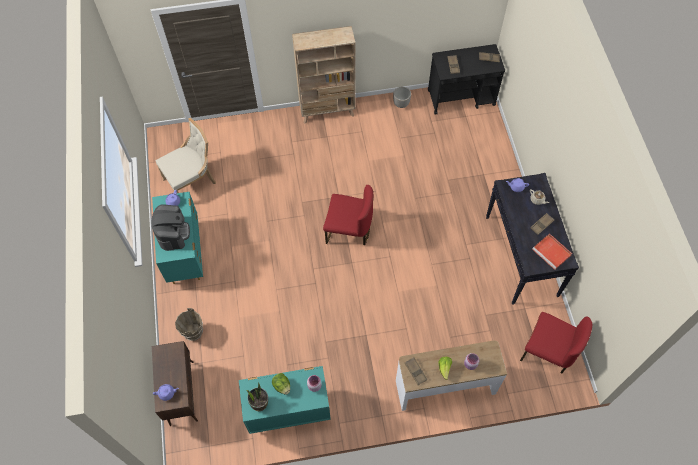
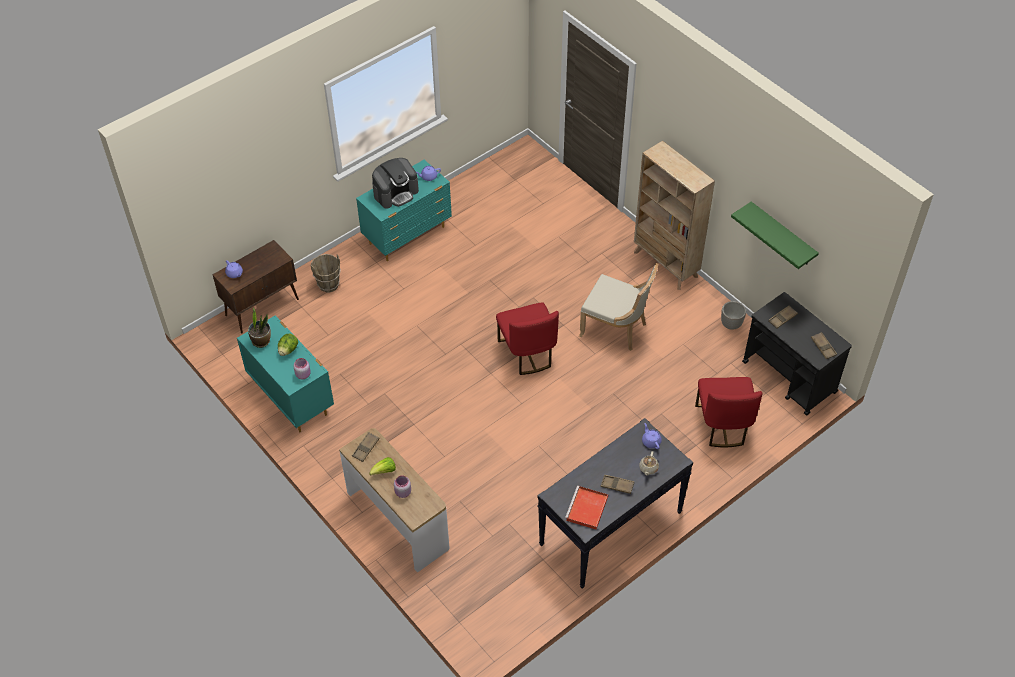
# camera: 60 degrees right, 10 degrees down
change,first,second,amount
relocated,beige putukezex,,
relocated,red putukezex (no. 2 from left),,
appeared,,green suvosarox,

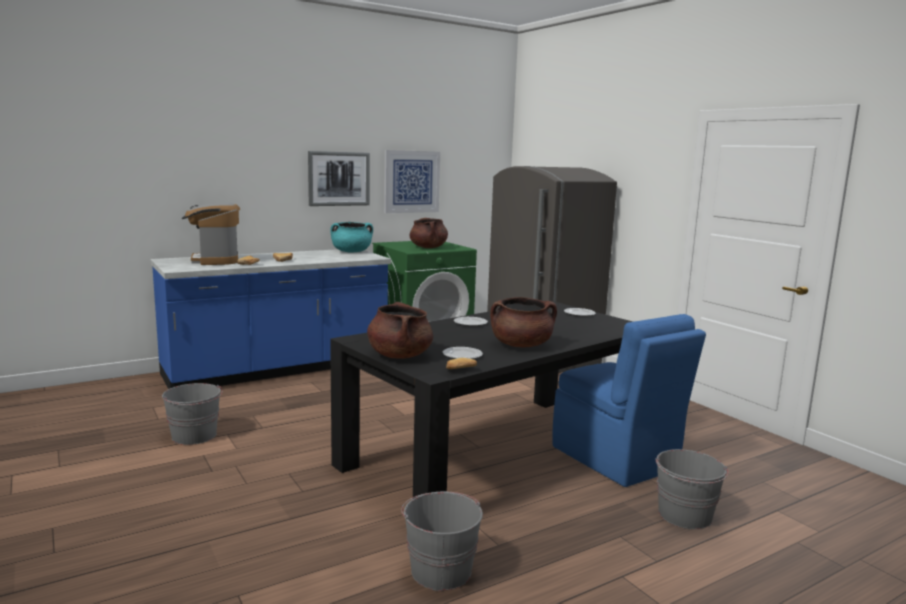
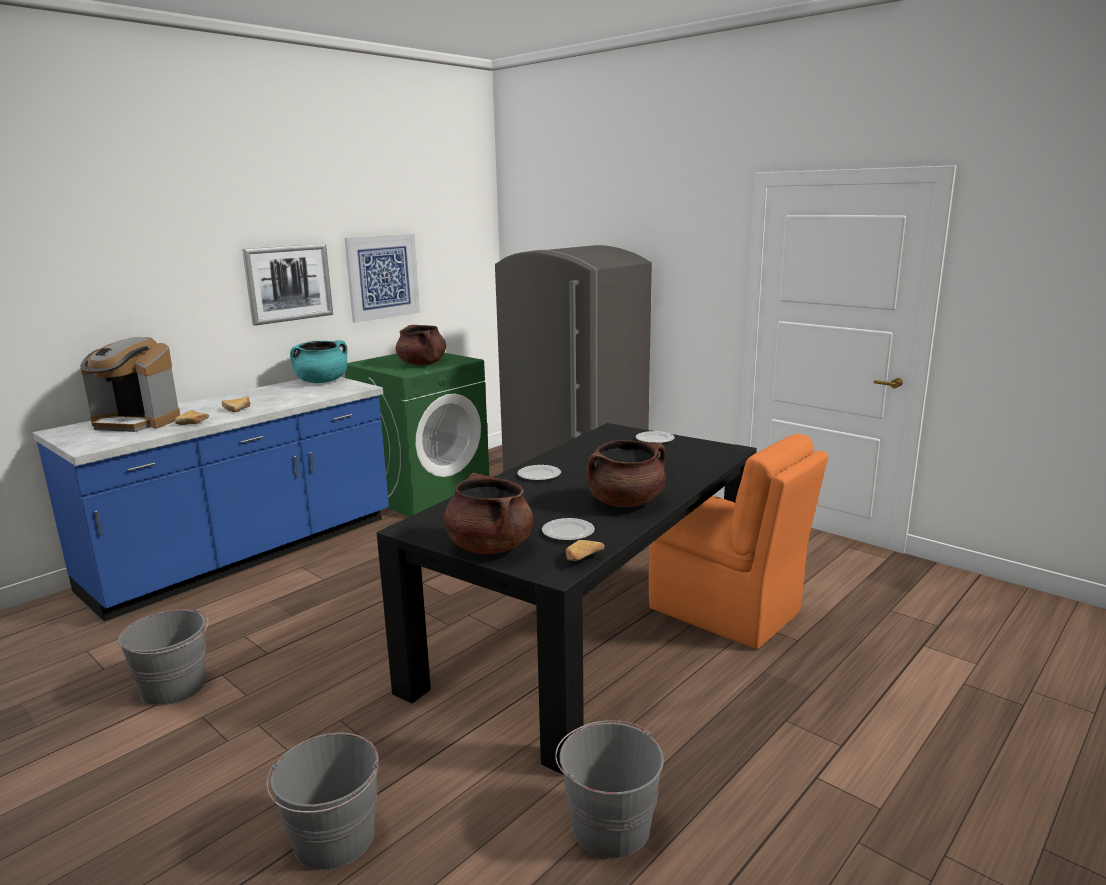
# camera: 15 degrees left, 5 degrees up
change,first,second,amount
spun,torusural,,45 degrees counterclockwise
relocated,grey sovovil (no. 3 from left in the first image),grey sovovil (no. 2 from left),
colour,blue putukezex,orange putukezex,

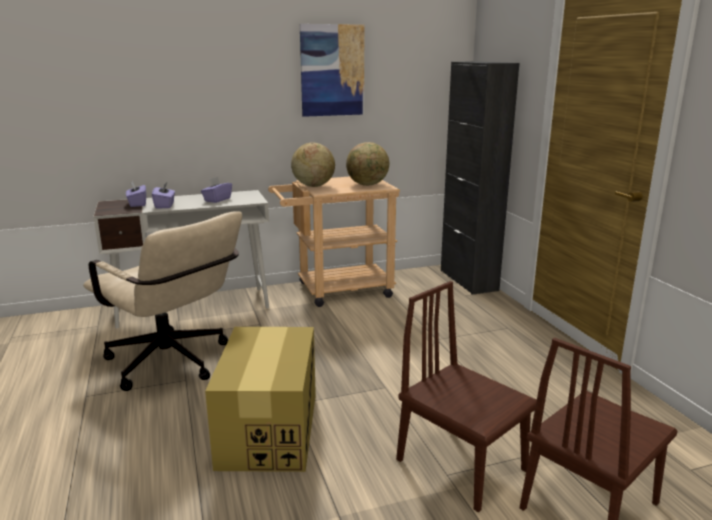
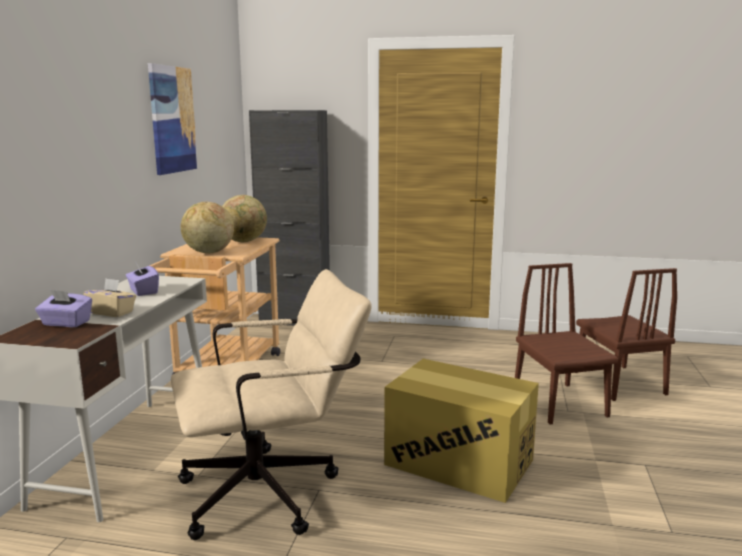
# camera: 60 degrees left, 5 degrees down
change,first,second,amount
colour,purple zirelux (no. 2 from left),beige zirelux,
spun,brown putukezex (no. 1 from left),,90 degrees clockwise

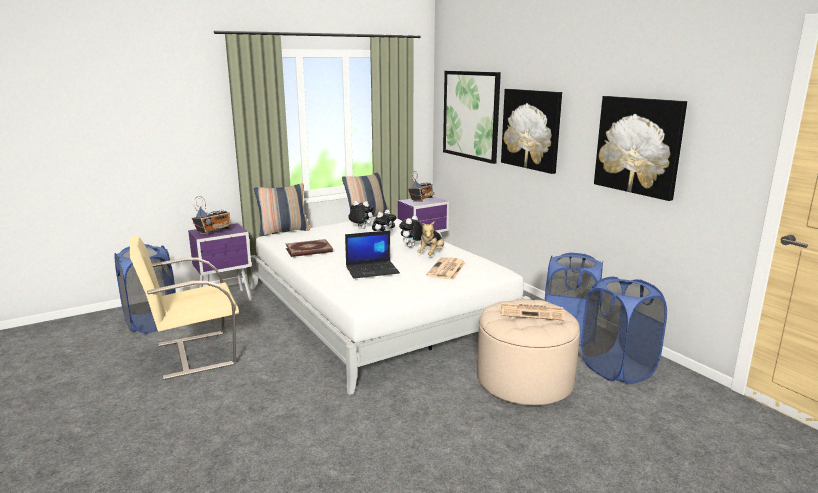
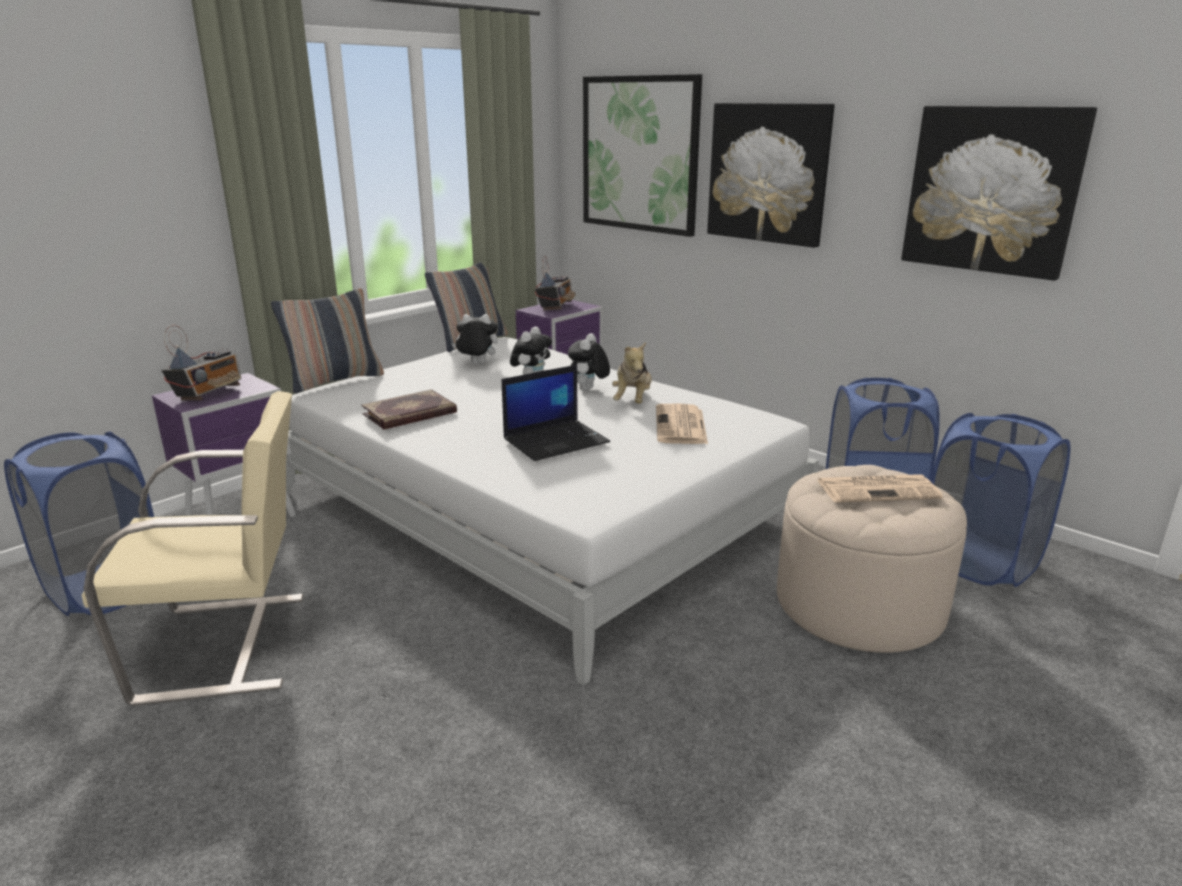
# camera: 15 degrees left, 5 degrees up
change,first,second,amount
spun,beige putukezex,,150 degrees counterclockwise

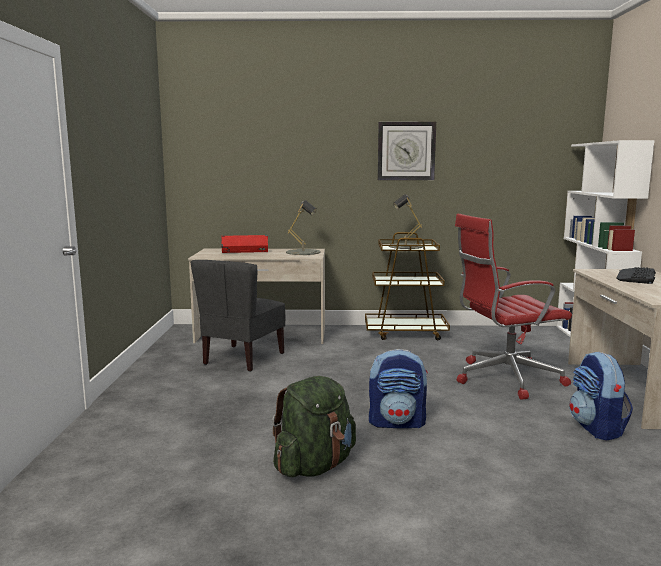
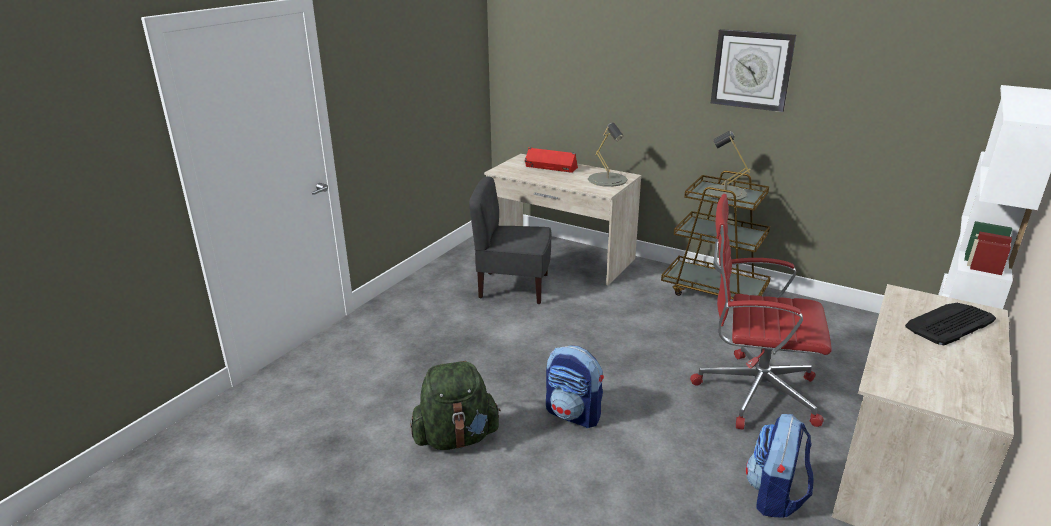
# camera: 30 degrees right, 15 degrees up
change,first,second,amount
spun,grey putukezex,,45 degrees clockwise

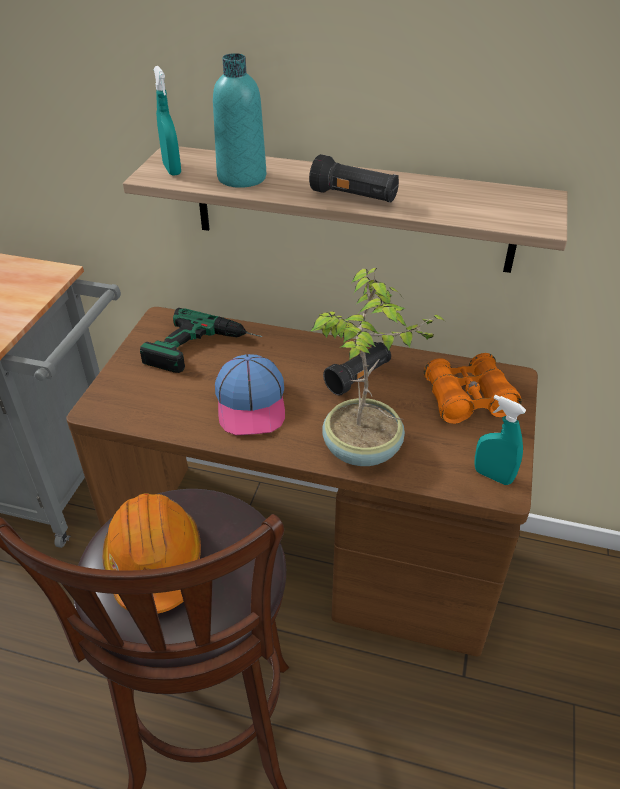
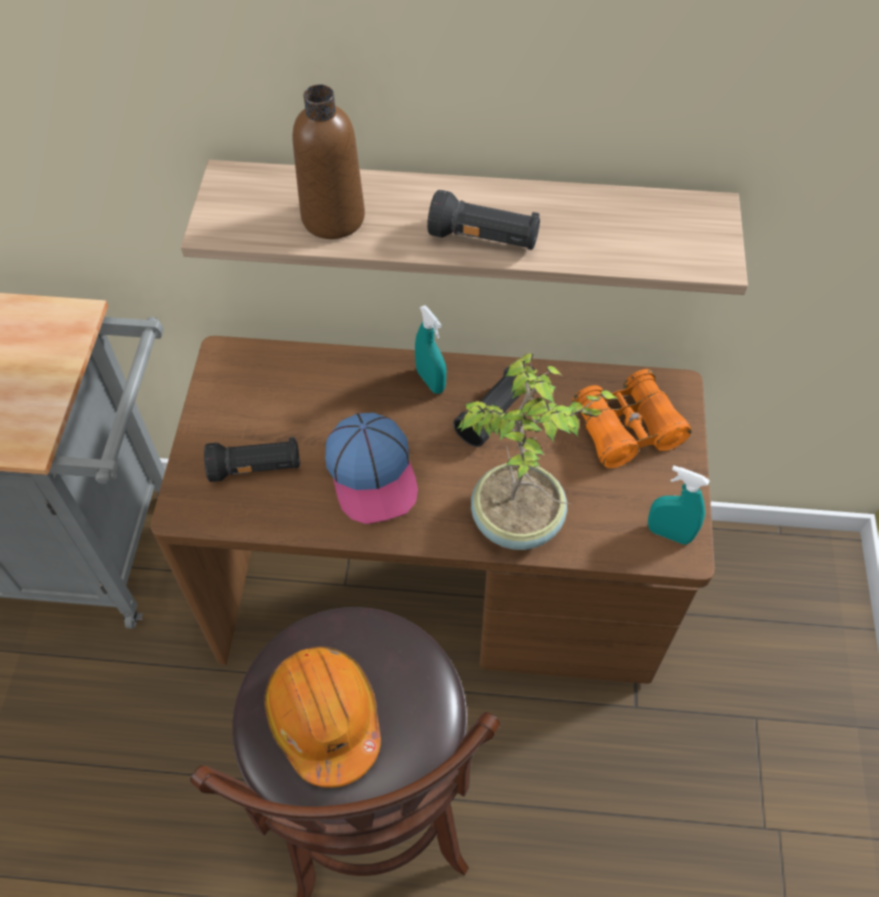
# camera: 10 degrees left, 15 degrees up
change,first,second,amount
appeared,,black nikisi (no. 1 from left),
colour,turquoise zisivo,brown zisivo,
relocated,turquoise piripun (no. 1 from left),,
missing,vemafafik,,

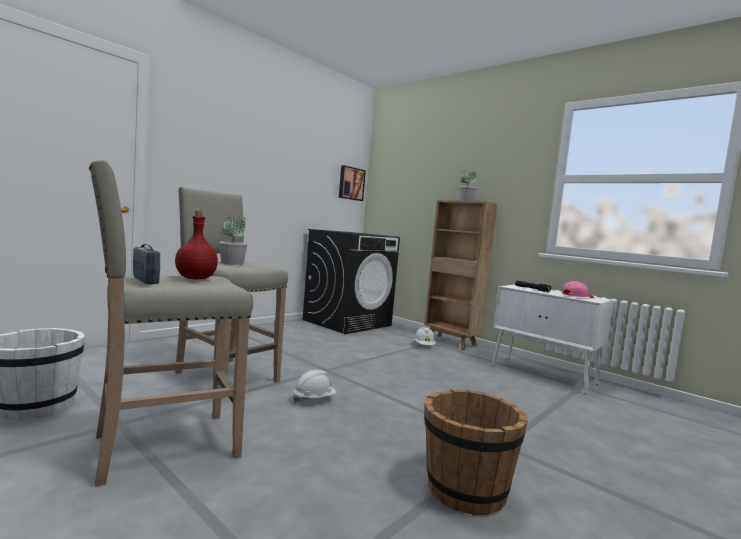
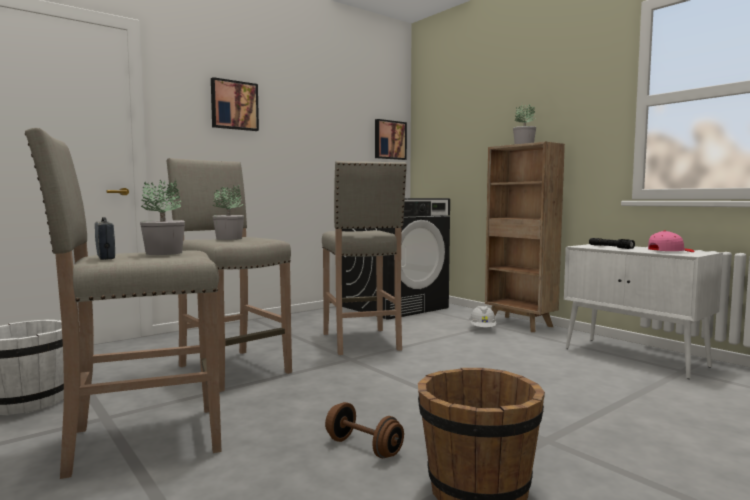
# camera: 10 degrees right, 0 degrees up
change,first,second,amount
exchanged,red zisivo,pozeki (no. 1 from left),
appeared,,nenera (no. 1 from left),
appeared,,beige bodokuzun (no. 3 from left),
appeared,,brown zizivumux,
missing,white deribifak (no. 1 from left),,

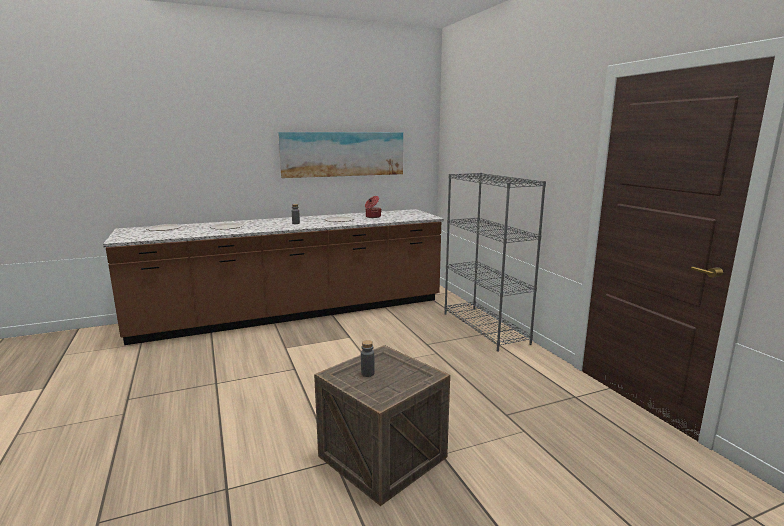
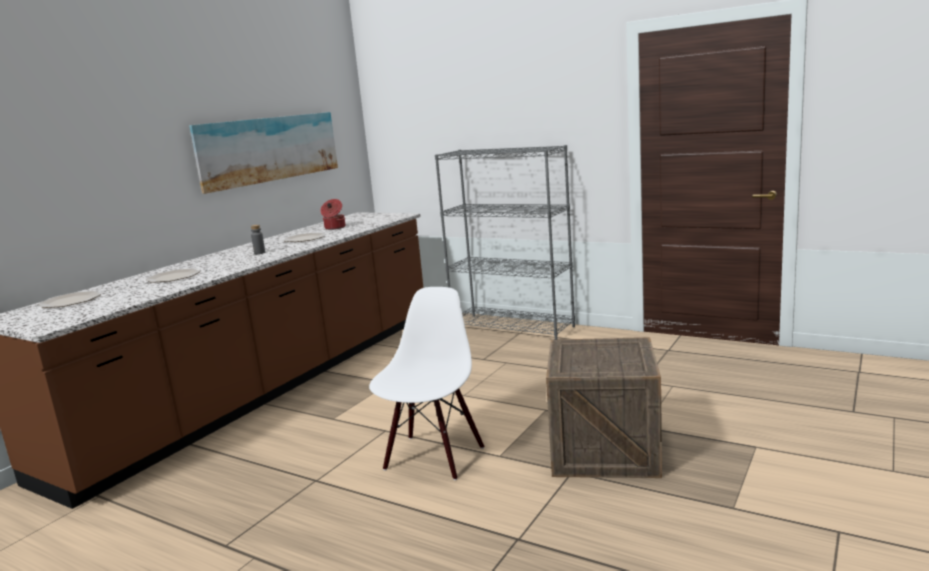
# camera: 35 degrees left, 0 degrees up
change,first,second,amount
appeared,,white putukezex,
missing,grey zisivo (no. 2 from left),,

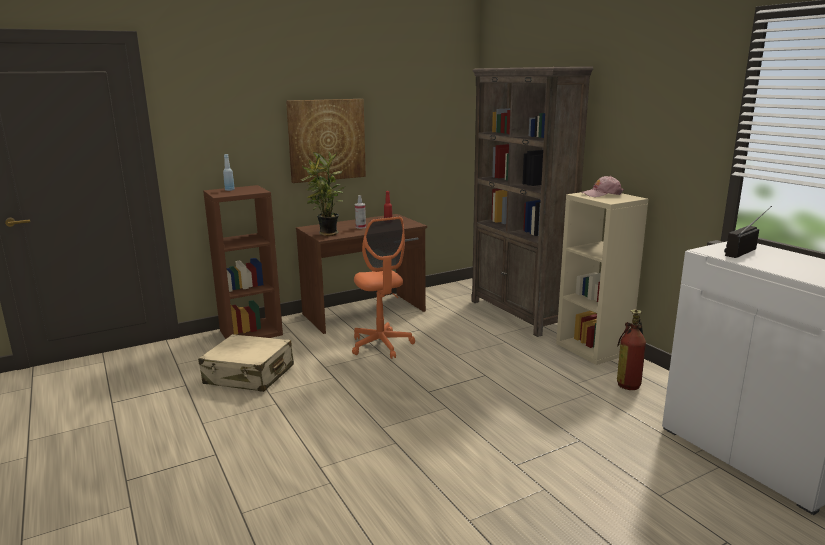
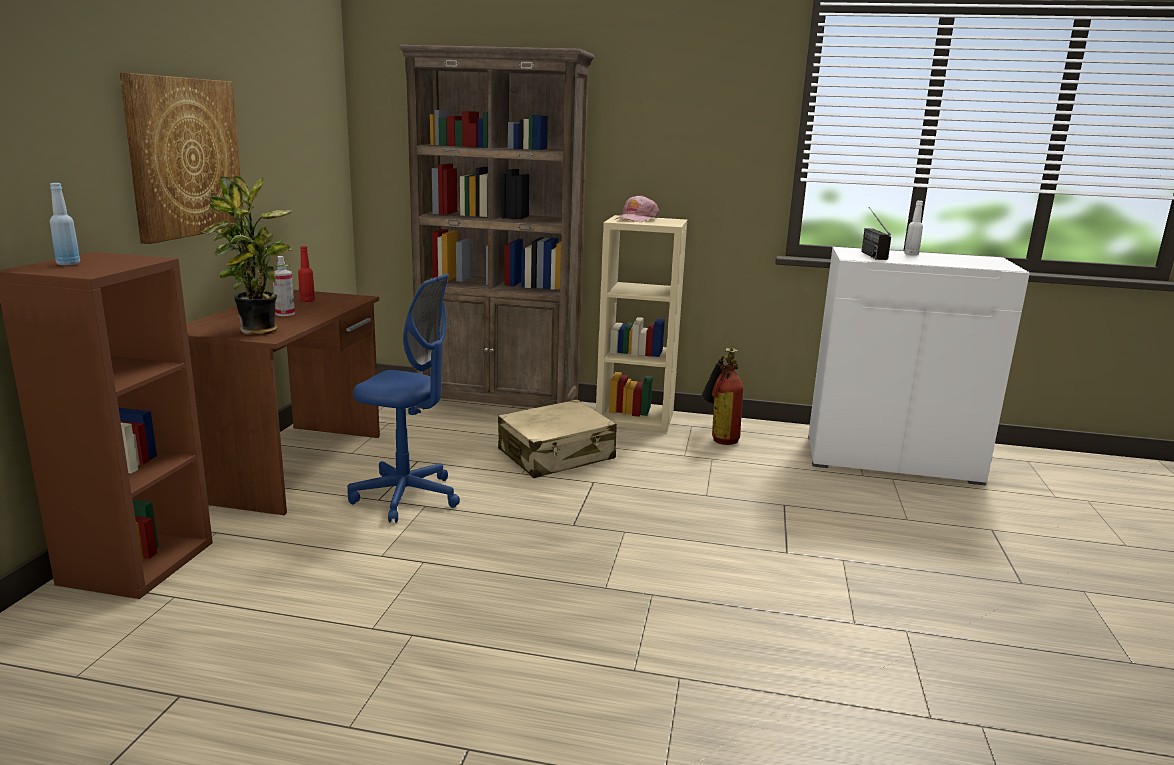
# camera: 50 degrees left, 0 degrees up
change,first,second,amount
colour,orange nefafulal,blue nefafulal,
relocated,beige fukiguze,,
appeared,,white zisivo,

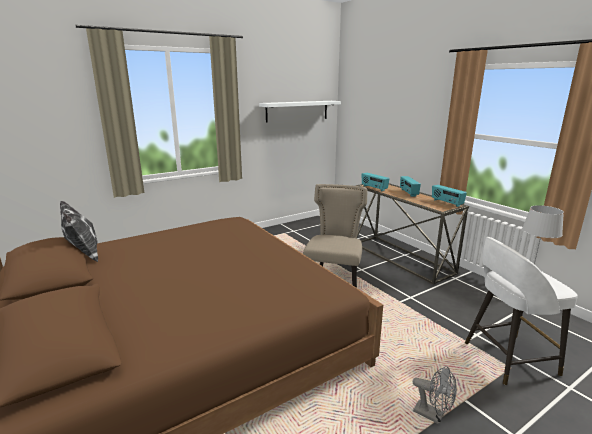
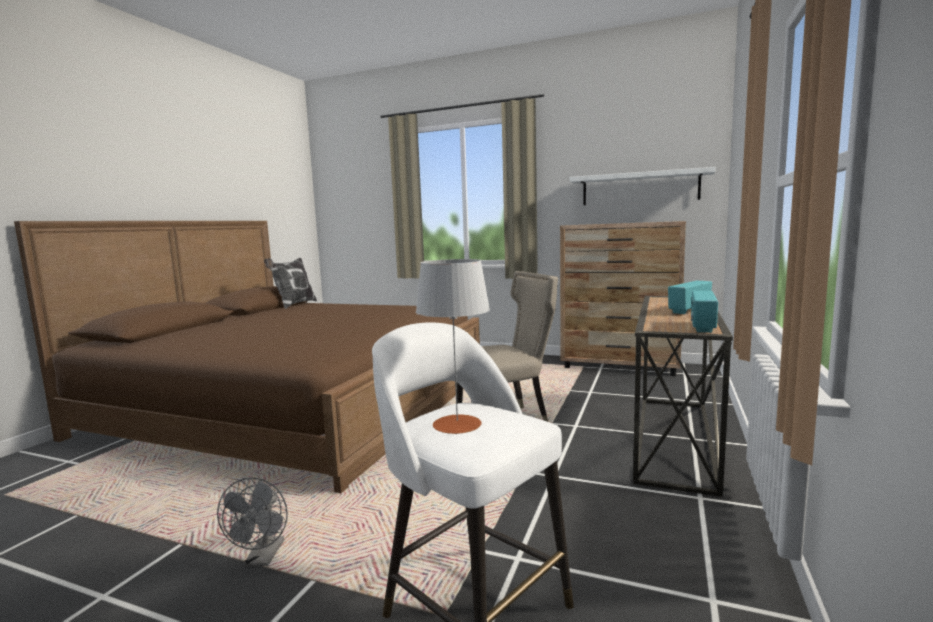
# camera: 55 degrees right, 10 degrees down
change,first,second,amount
appeared,,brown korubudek,
missing,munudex (no. 1 from left),,

